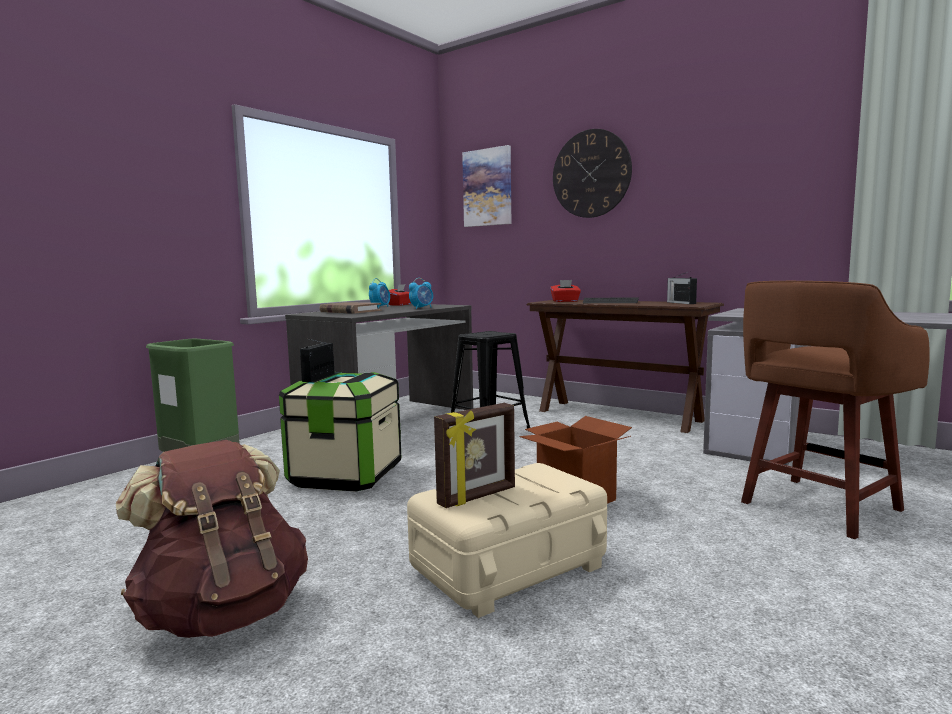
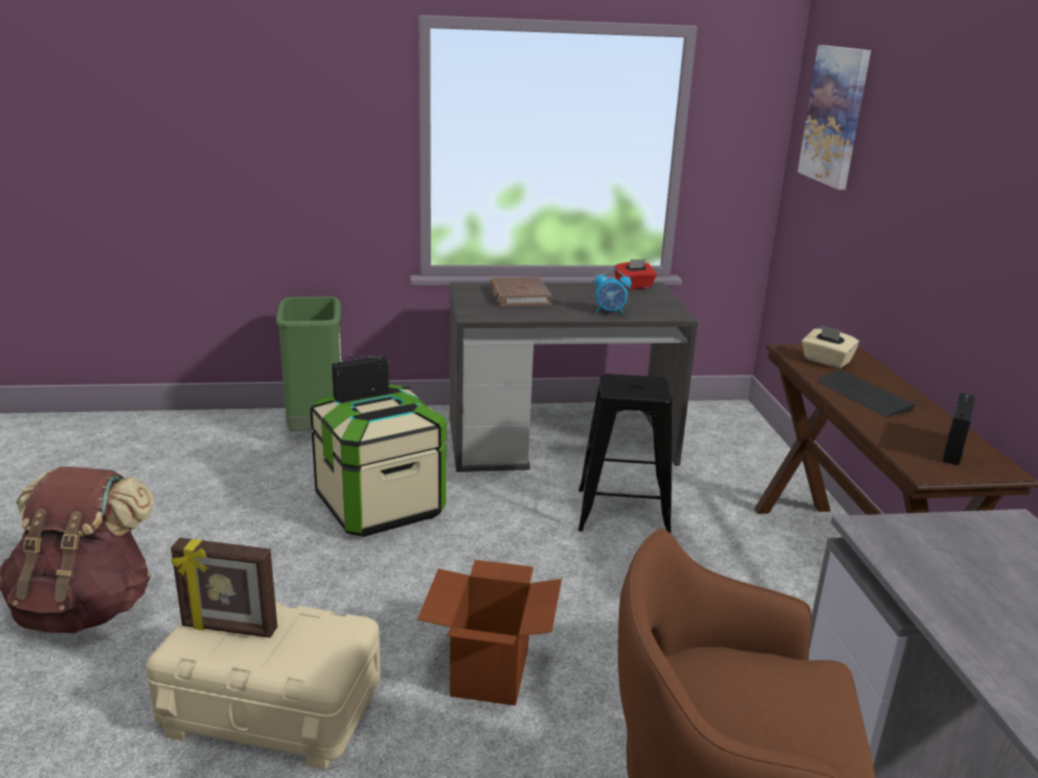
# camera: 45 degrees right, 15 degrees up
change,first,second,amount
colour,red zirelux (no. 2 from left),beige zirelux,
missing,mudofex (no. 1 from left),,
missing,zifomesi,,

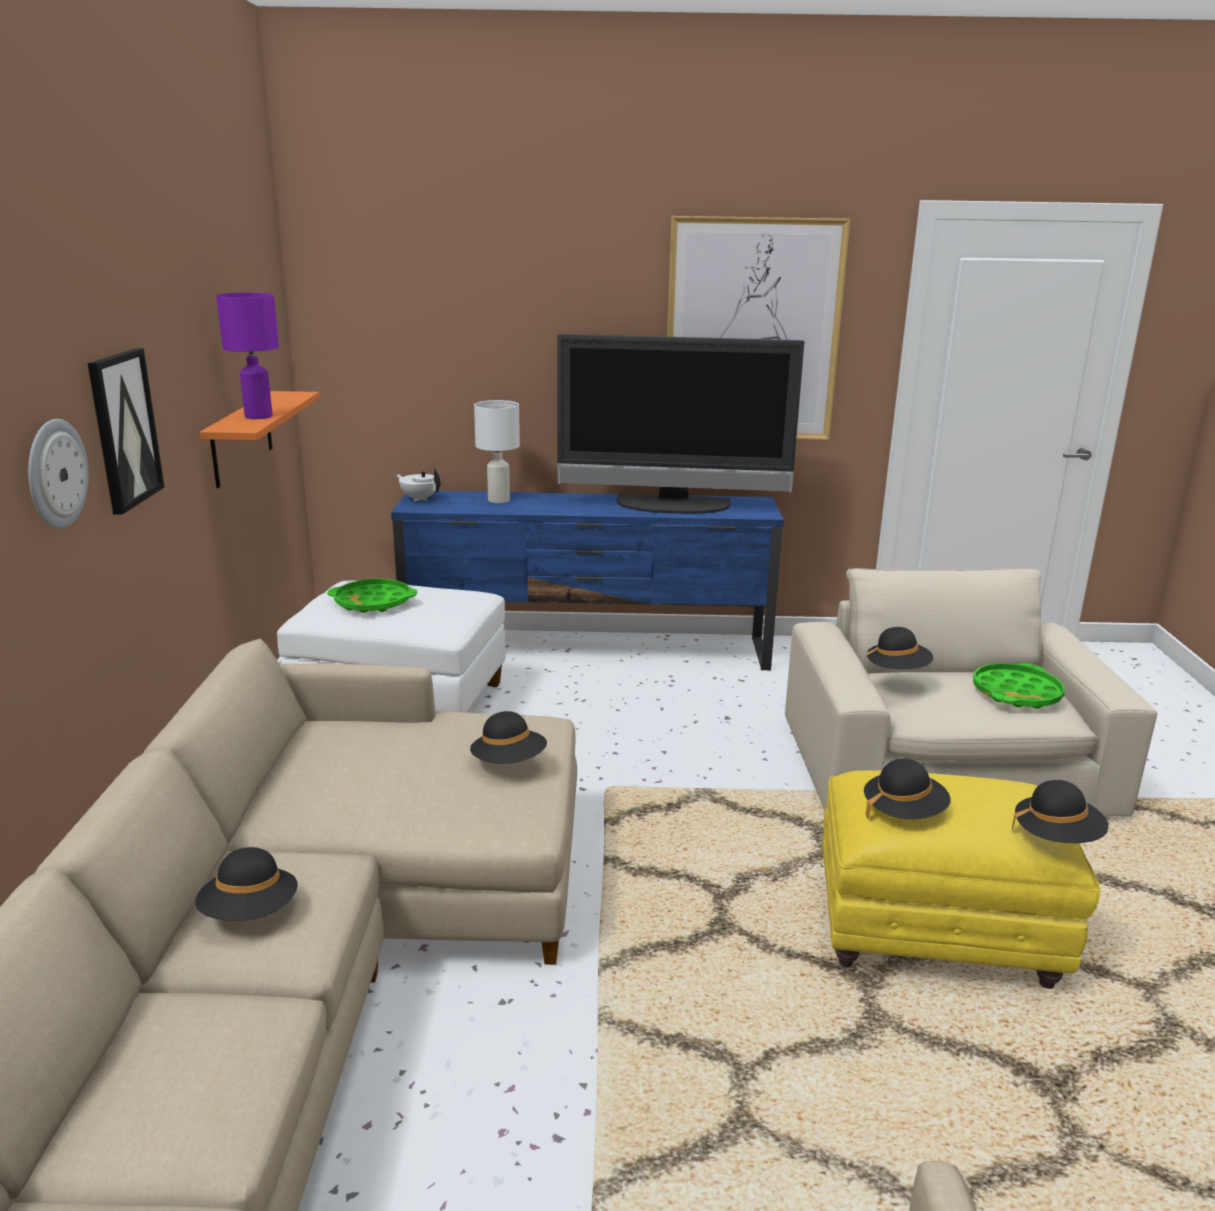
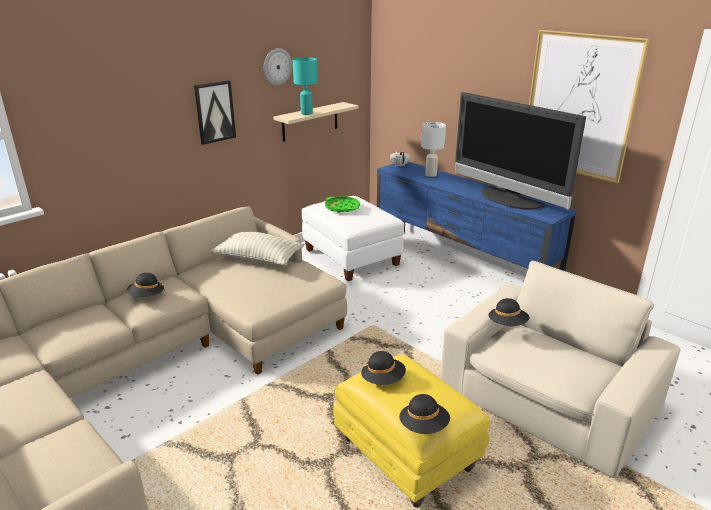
# camera: 45 degrees right, 5 degrees up
change,first,second,amount
appeared,,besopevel,
relocated,zifomesi,,
colour,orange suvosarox,beige suvosarox,
colour,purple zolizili,turquoise zolizili,
missing,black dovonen (no. 2 from left),,
missing,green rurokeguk (no. 2 from left),,

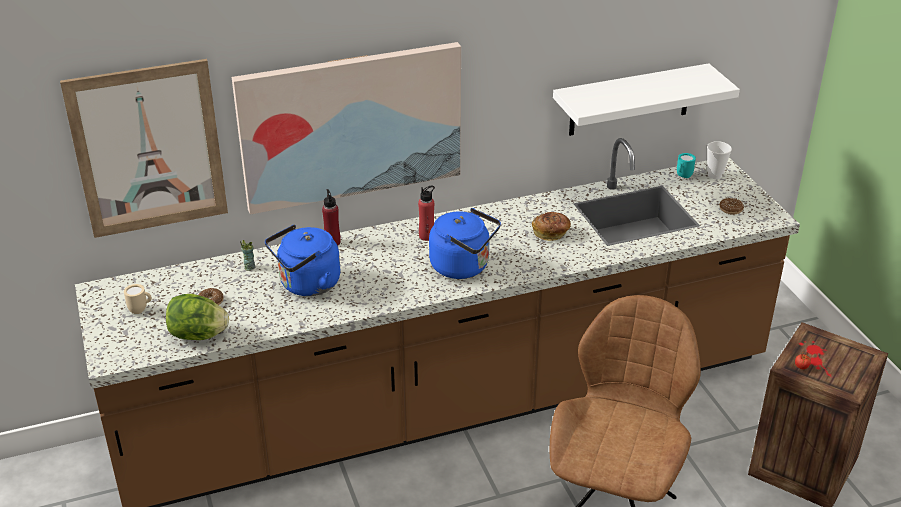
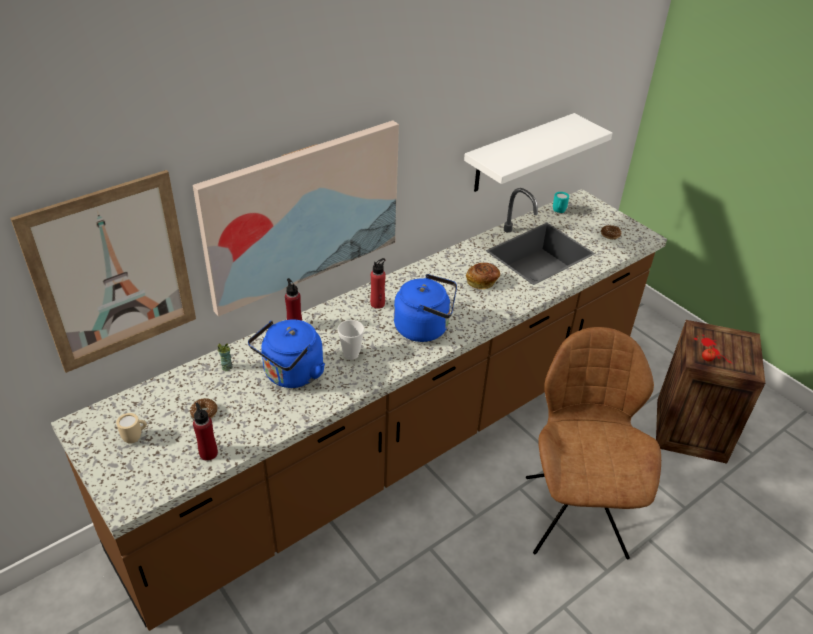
# camera: 20 degrees left, 5 degrees up
change,first,second,amount
exchanged,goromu,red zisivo (no. 1 from left),
relocated,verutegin (no. 2 from left),,

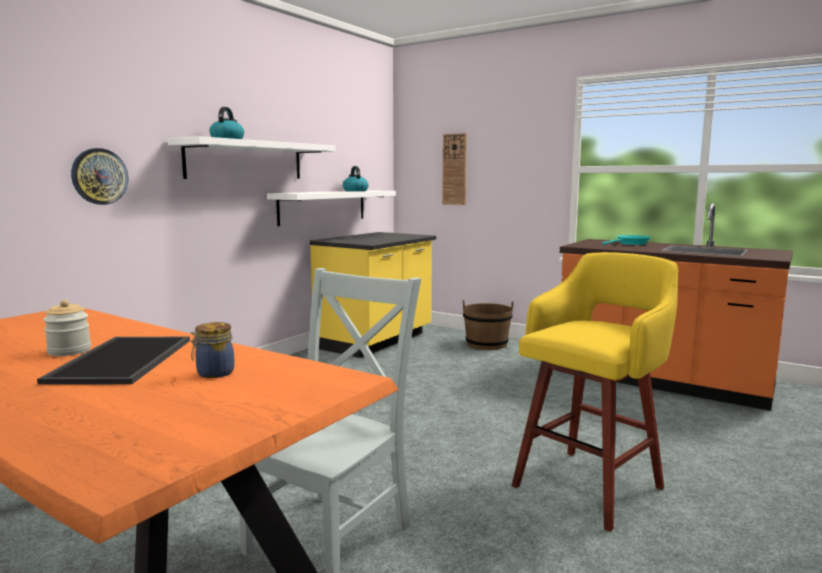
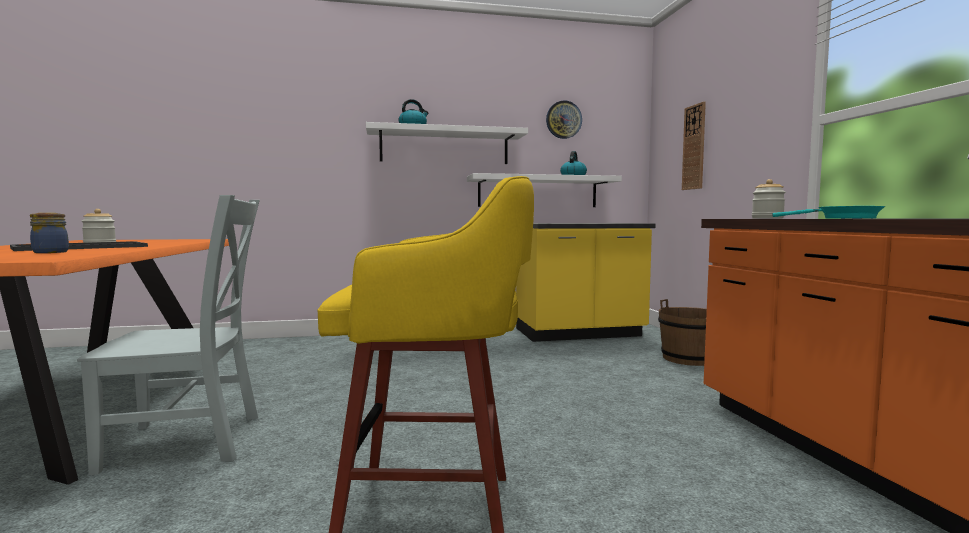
# camera: 45 degrees right, 5 degrees down
change,first,second,amount
relocated,zifomesi (no. 1 from left),,
appeared,,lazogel (no. 3 from left),

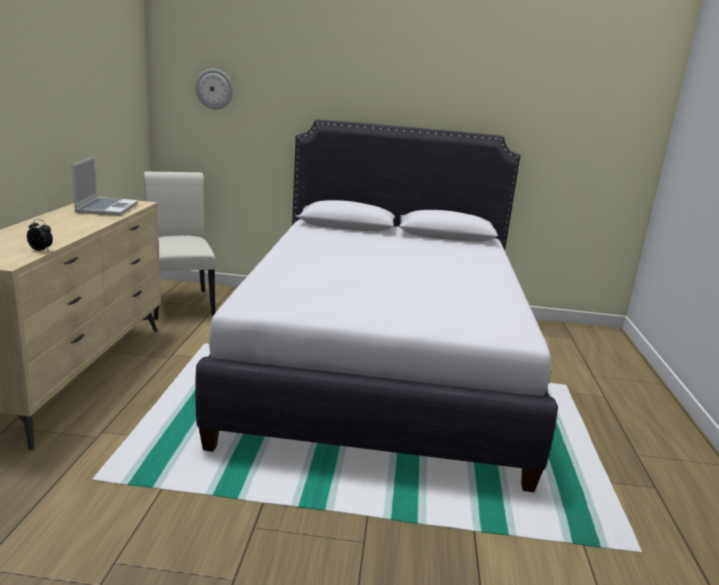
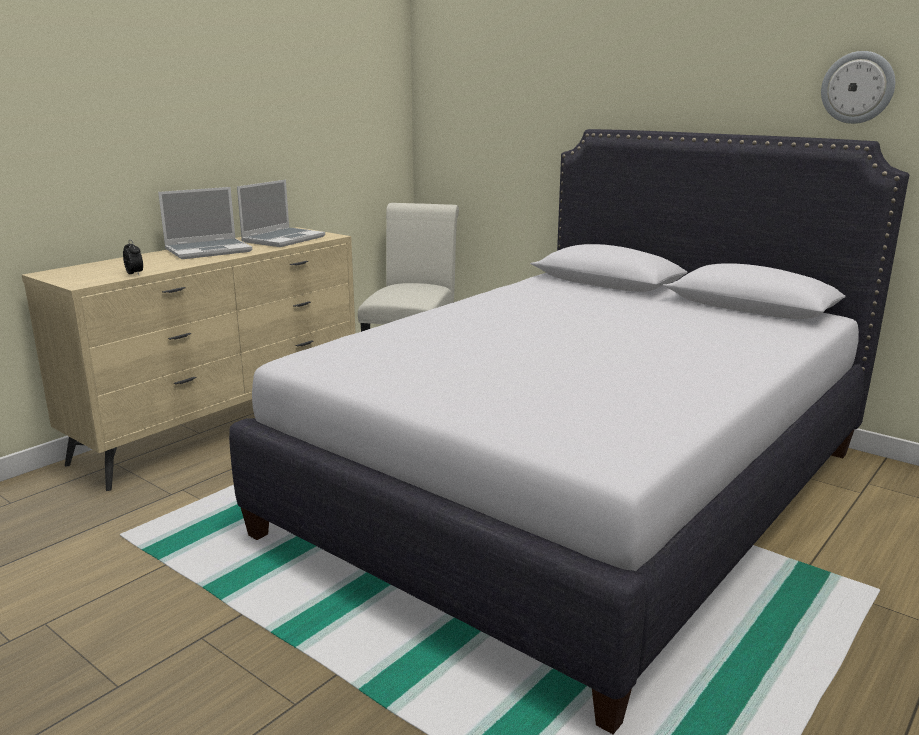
# camera: 35 degrees right, 0 degrees up
change,first,second,amount
appeared,,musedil (no. 1 from left),
relocated,zifomesi,,

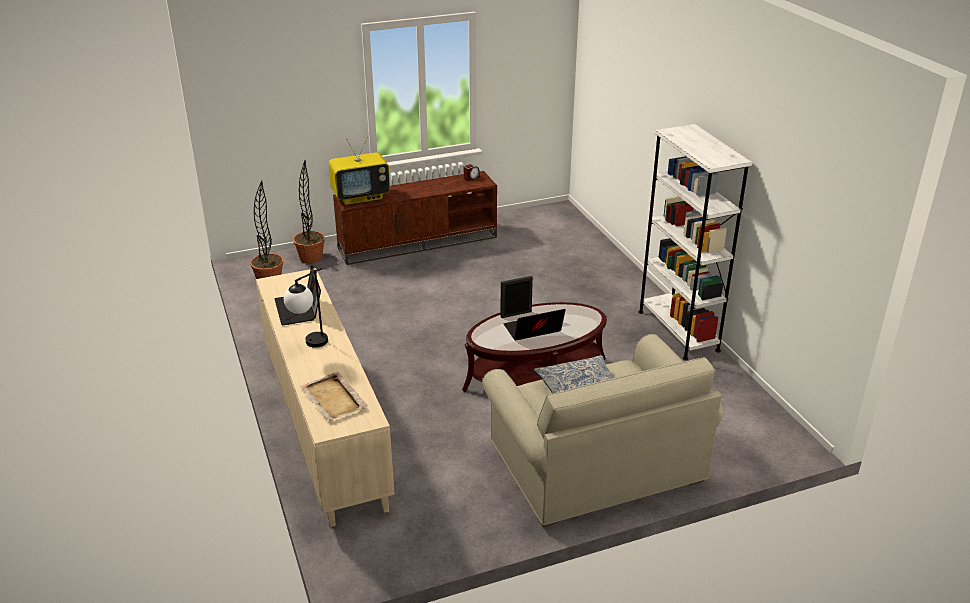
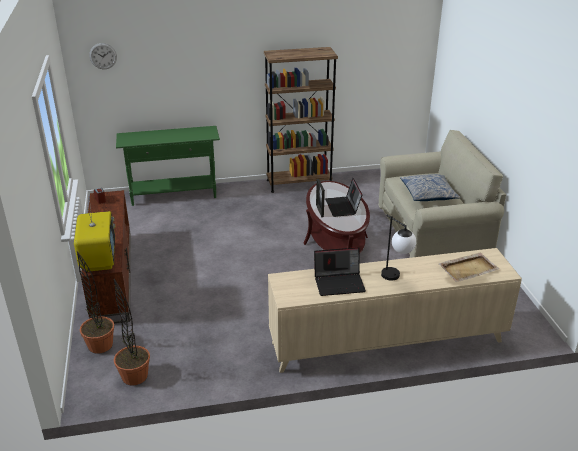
# camera: 80 degrees left, 0 degrees up
change,first,second,amount
appeared,,zifomesi,
appeared,,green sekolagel,
colour,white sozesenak,brown sozesenak,

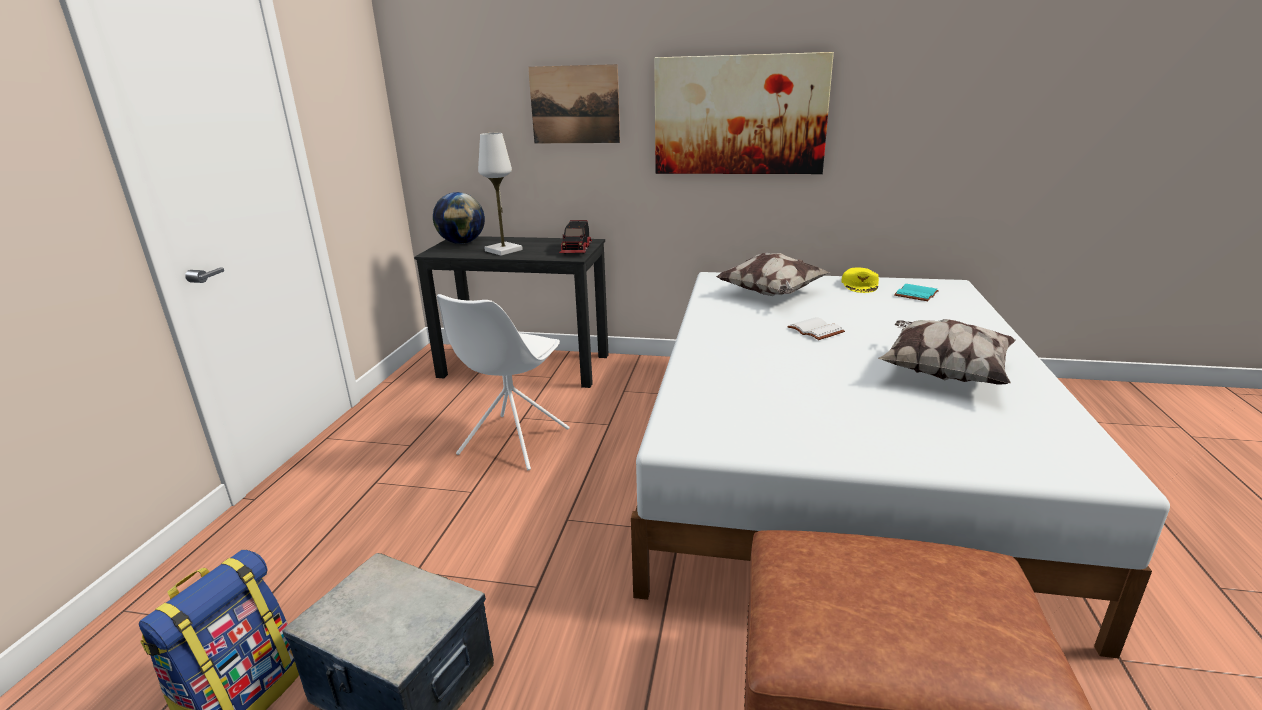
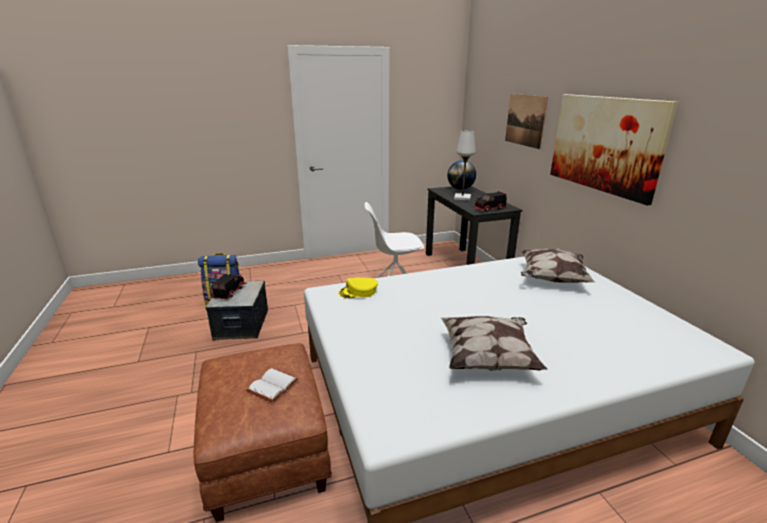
# camera: 60 degrees right, 0 degrees up
change,first,second,amount
appeared,,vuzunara (no. 1 from left),
relocated,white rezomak,,
relocated,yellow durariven,,
missing,turquoise rezomak,,

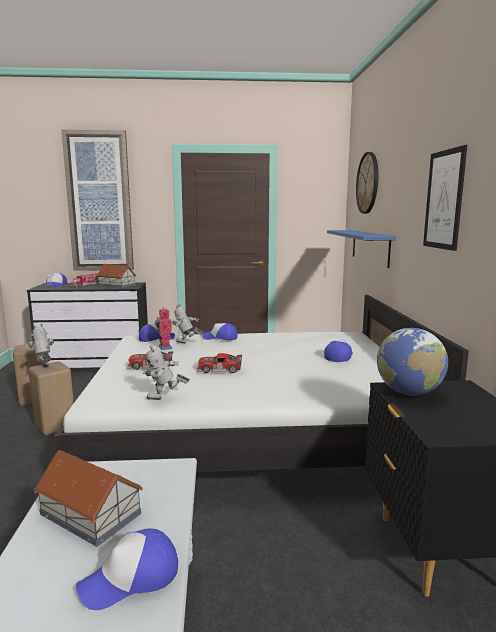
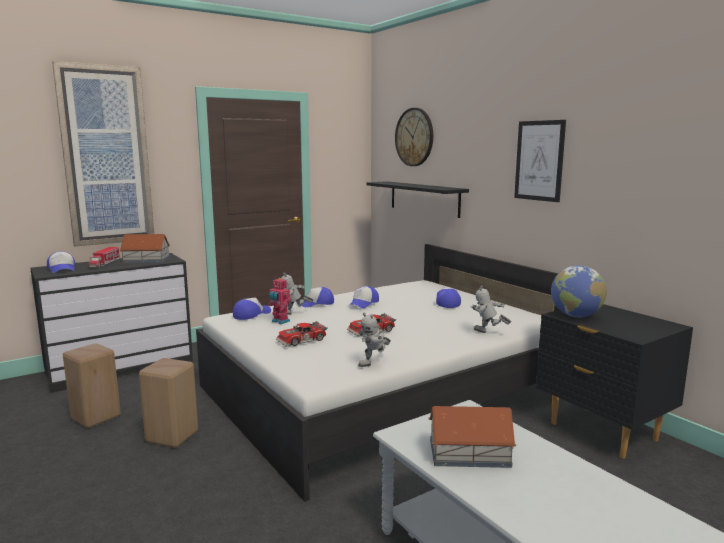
# camera: 30 degrees left, 0 degrees up
change,first,second,amount
relocated,durariven (no. 2 from left in the first image),durariven (no. 4 from left),
colour,blue suvosarox,black suvosarox,
relocated,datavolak (no. 1 from left in the first image),datavolak (no. 4 from left),

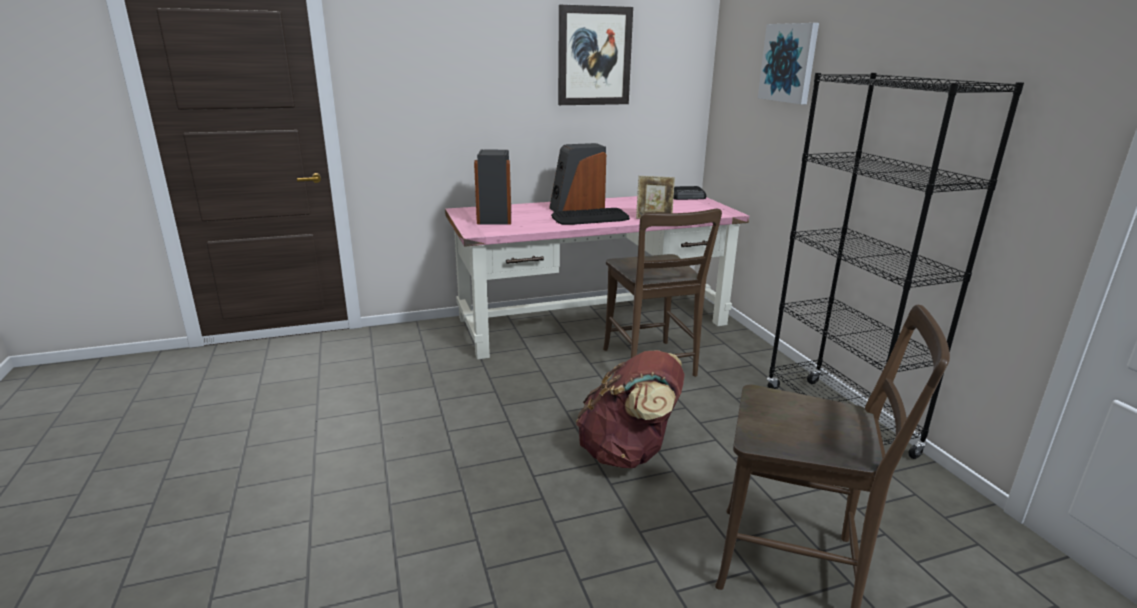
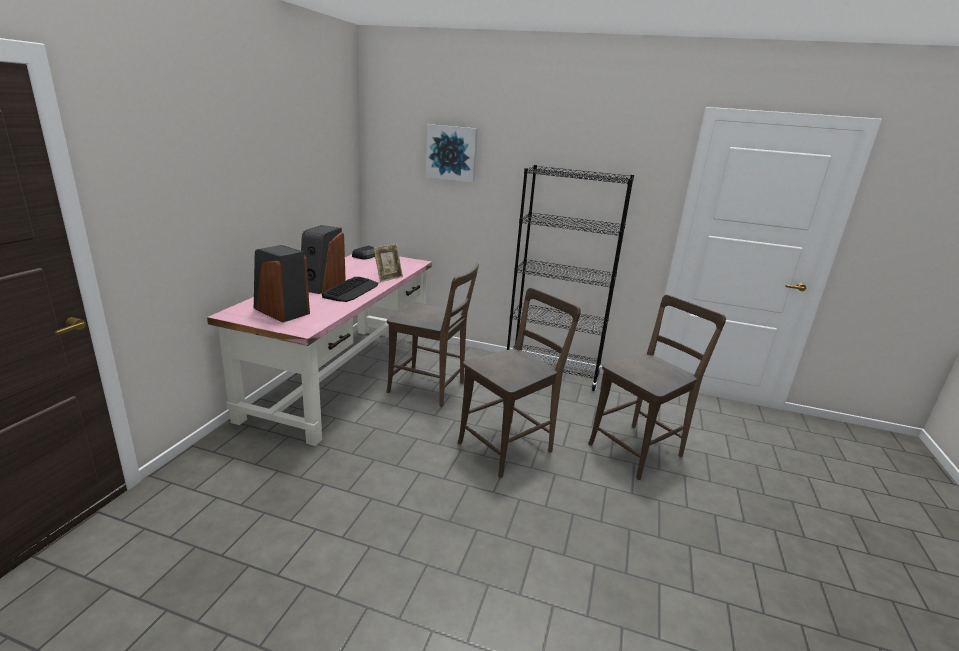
# camera: 55 degrees left, 0 degrees up
change,first,second,amount
exchanged,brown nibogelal,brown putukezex (no. 2 from left),
missing,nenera (no. 1 from left),,

